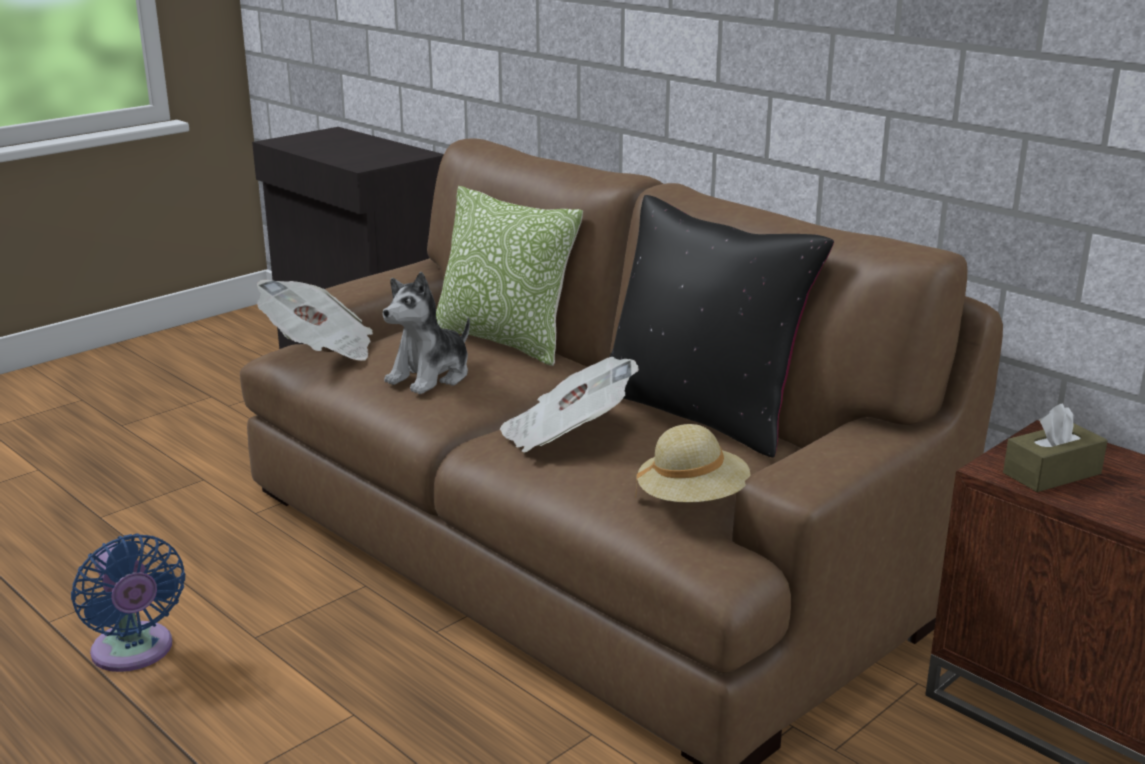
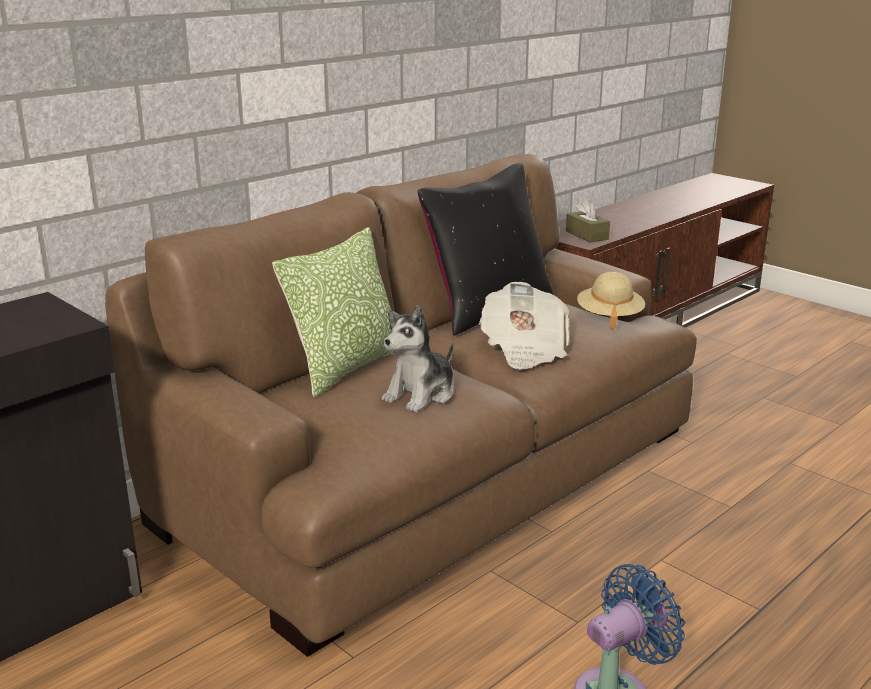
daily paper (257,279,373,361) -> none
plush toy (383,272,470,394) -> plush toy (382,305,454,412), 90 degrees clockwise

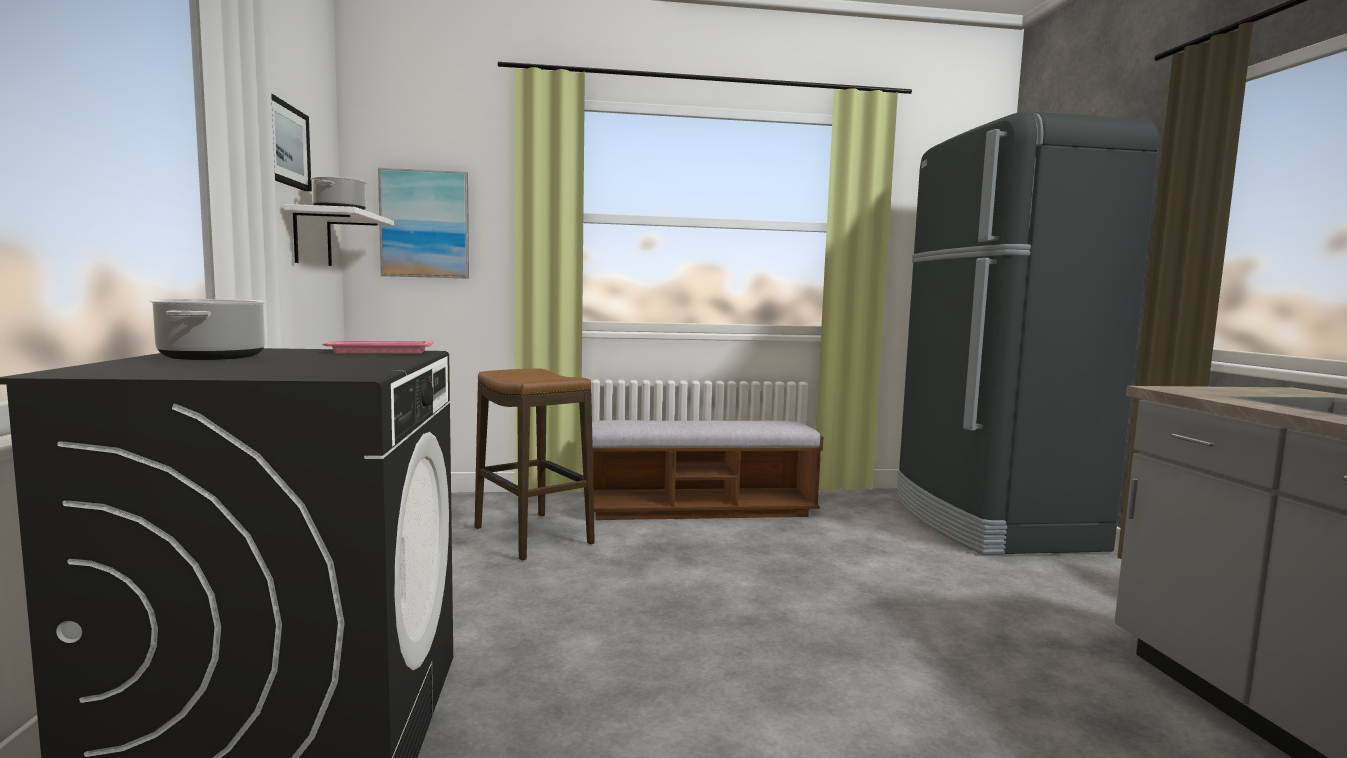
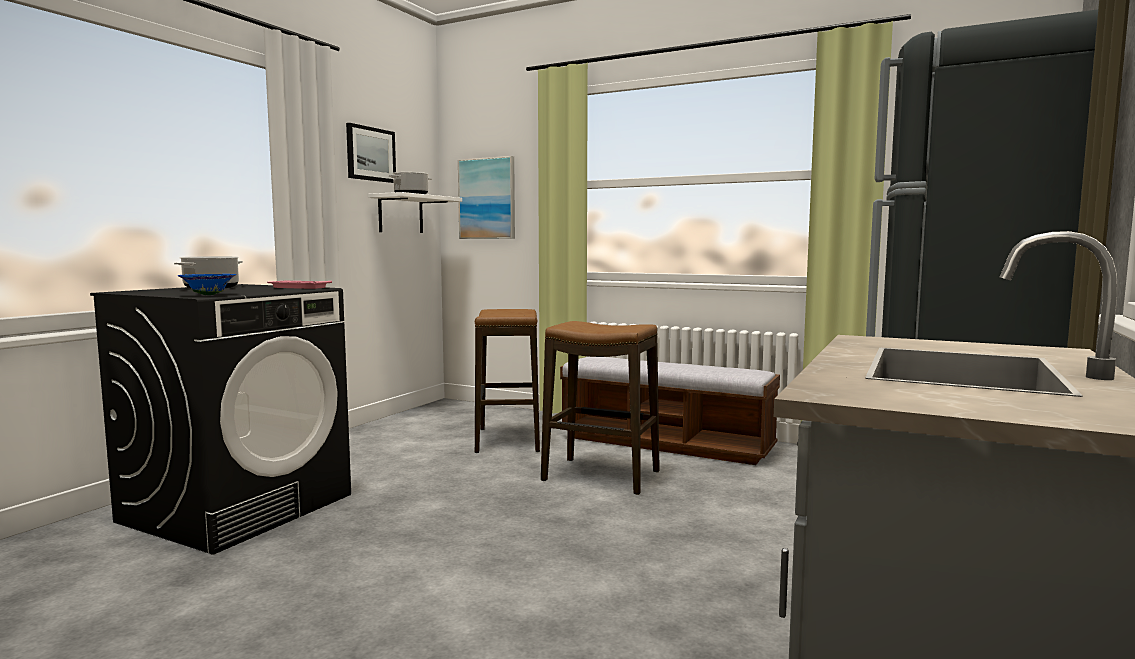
none -> blue deep dish (177,274,237,295)
none -> stool seat (541,321,660,495)

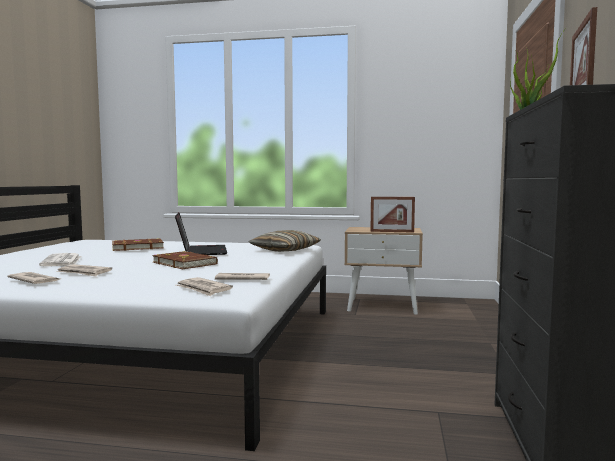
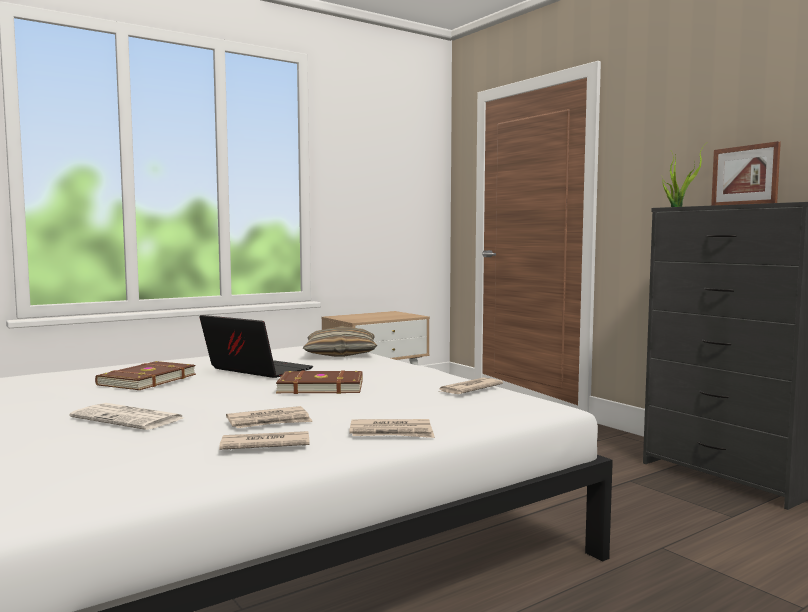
daily paper (176,277,233,296) -> daily paper (349,419,435,438), relocated
photo frame (370,197,415,233) -> none

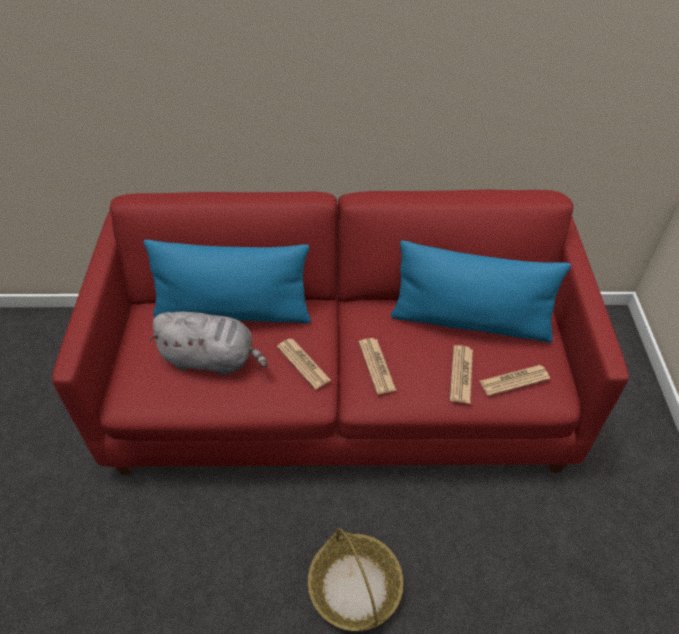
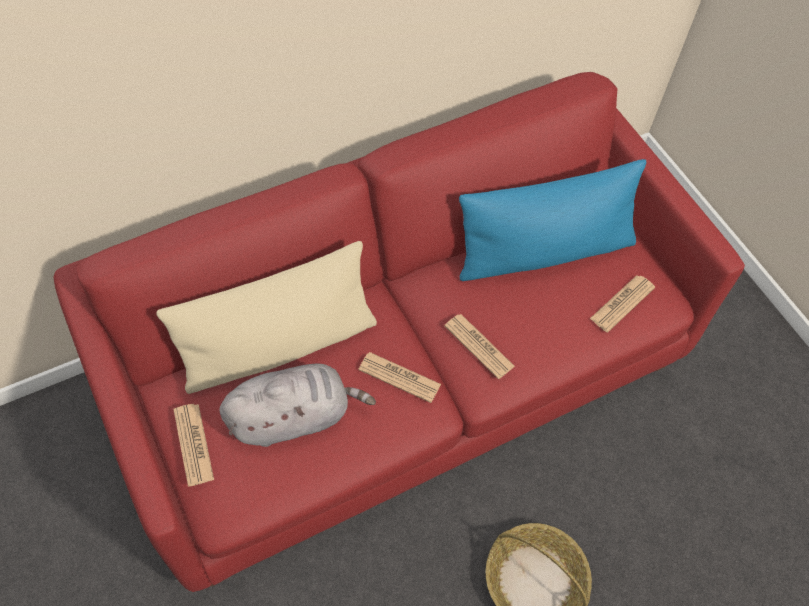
blue pillow (143,240,311,323) -> sand-coloured pillow (157,241,377,394)
daily paper (450,345,473,403) -> daily paper (173,404,214,486), relocated

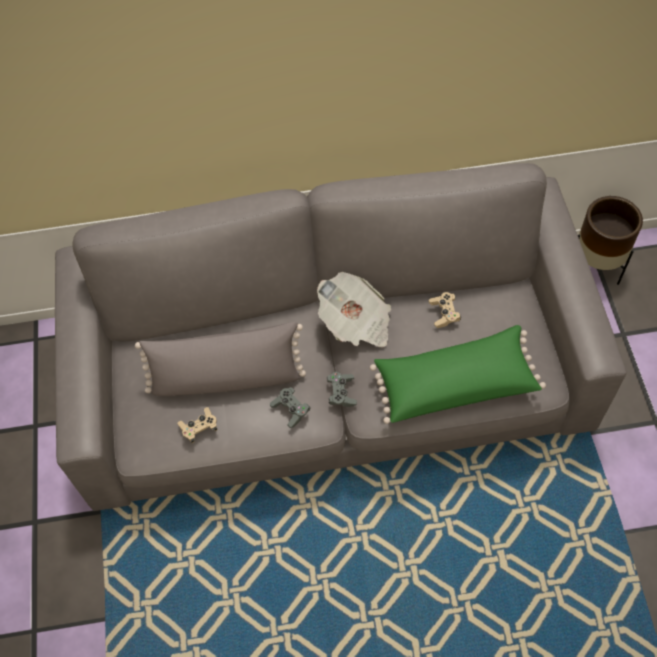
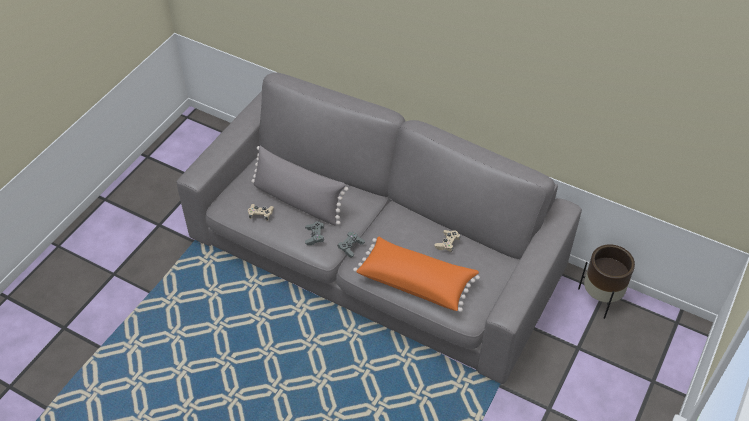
daily paper (317,272,391,347) -> none
green pillow (370,325,546,424) -> orange-coloured pillow (353,236,480,312)

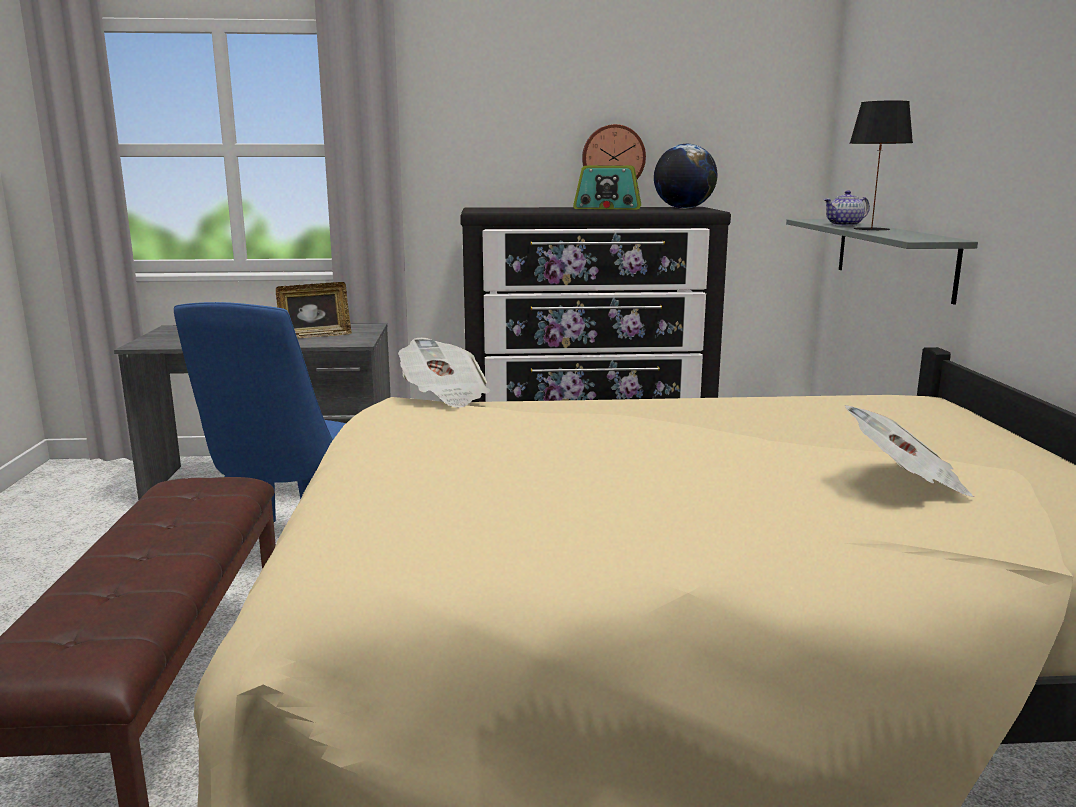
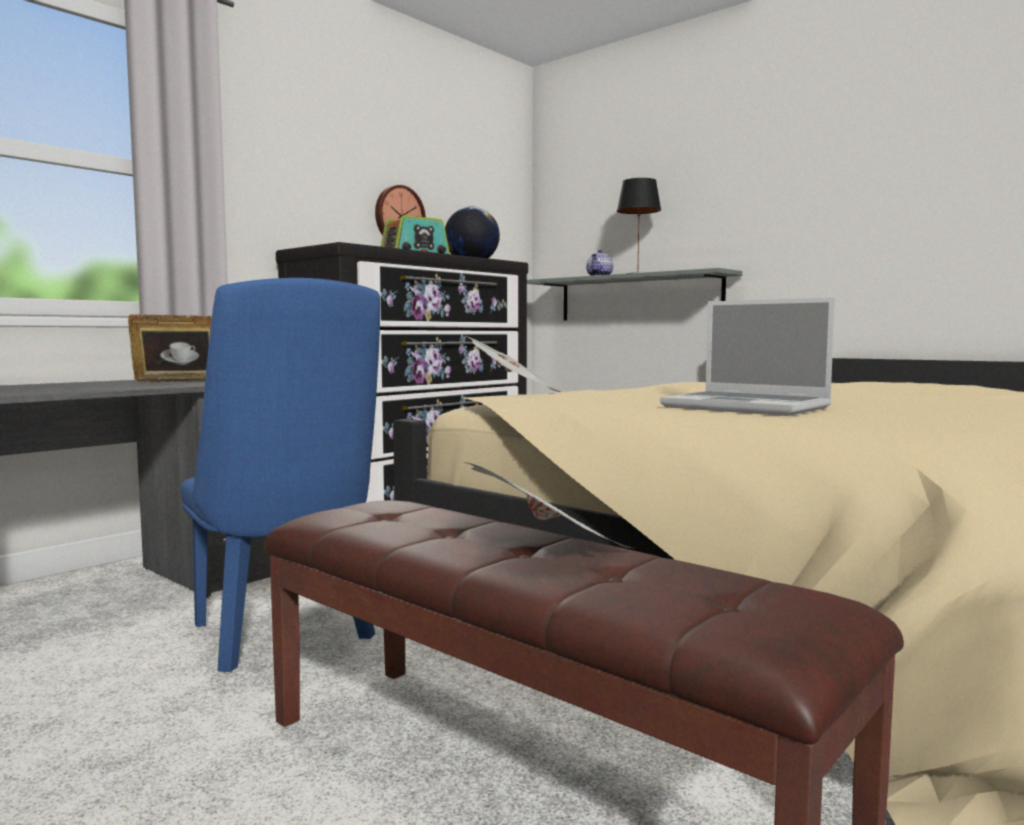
photo frame (276,282,352,338) -> photo frame (128,314,212,382), 120 degrees counterclockwise
daily paper (845,405,974,497) -> daily paper (465,462,633,548), relocated
none -> notebook computer (660,297,835,416)

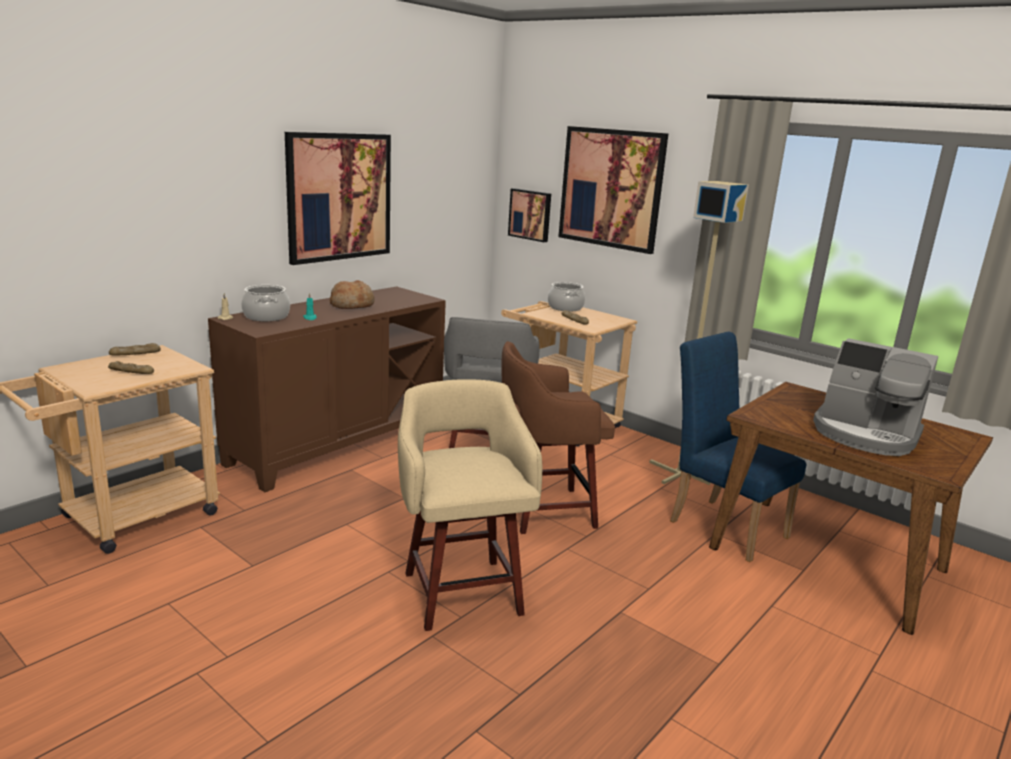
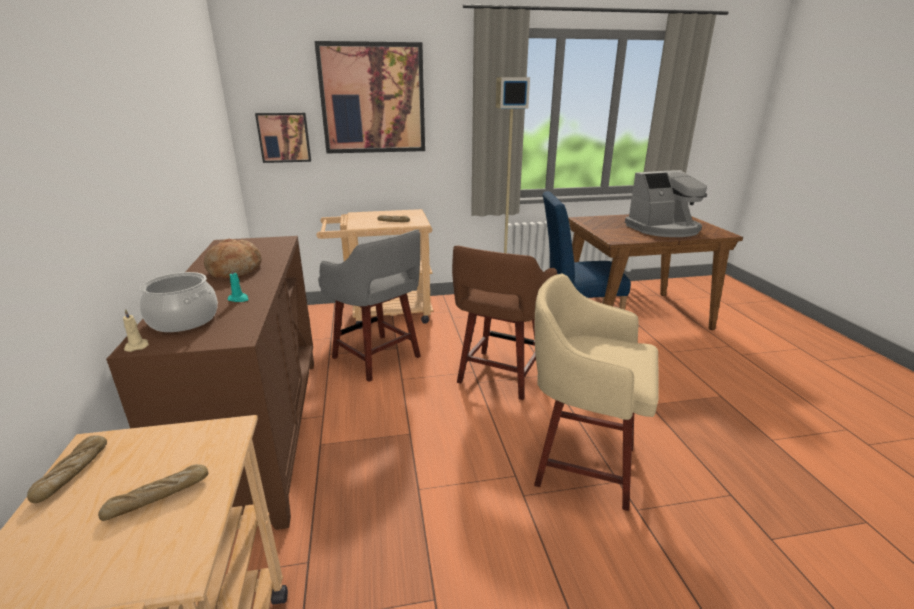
wall art (285,132,391,265) -> none
cooking pot (548,282,585,312) -> none

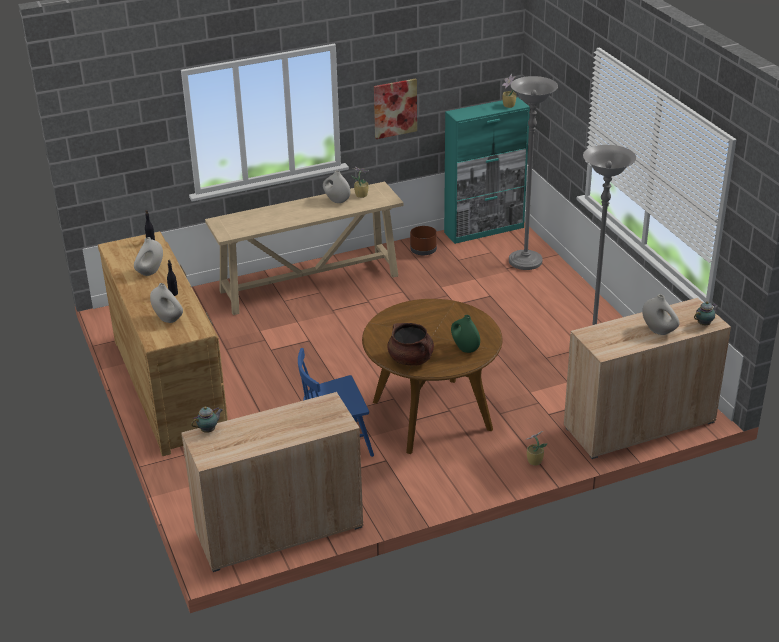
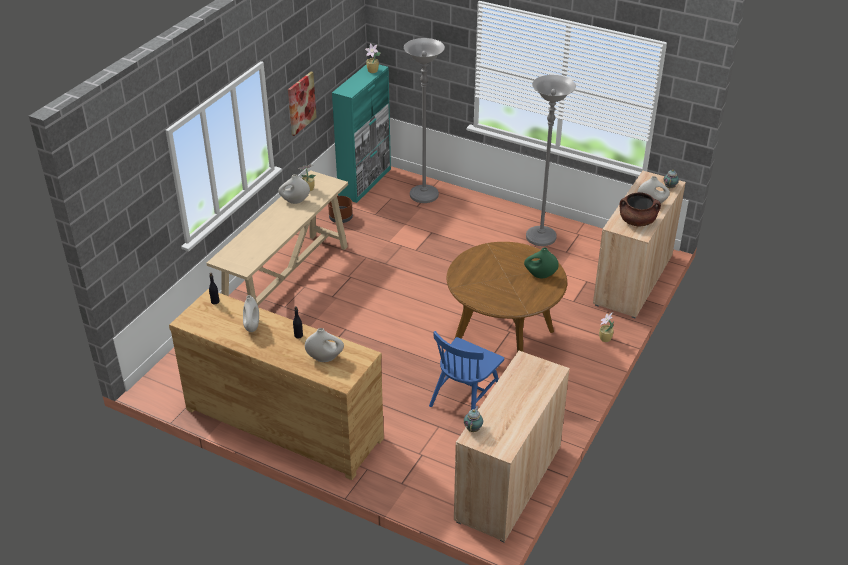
brown-coloured cooking pot (387,323,434,366) -> brown-coloured cooking pot (619,192,661,227), relocated

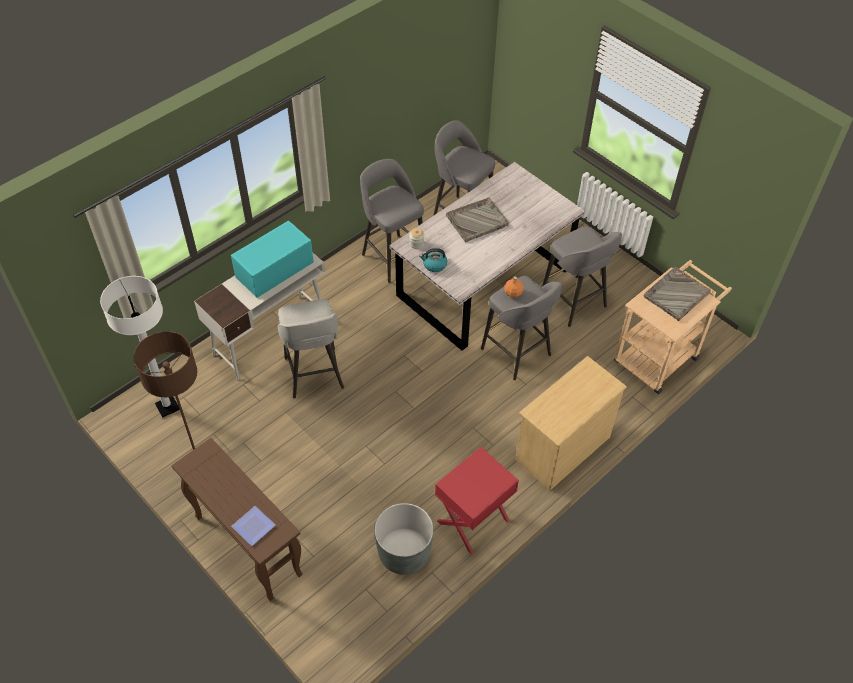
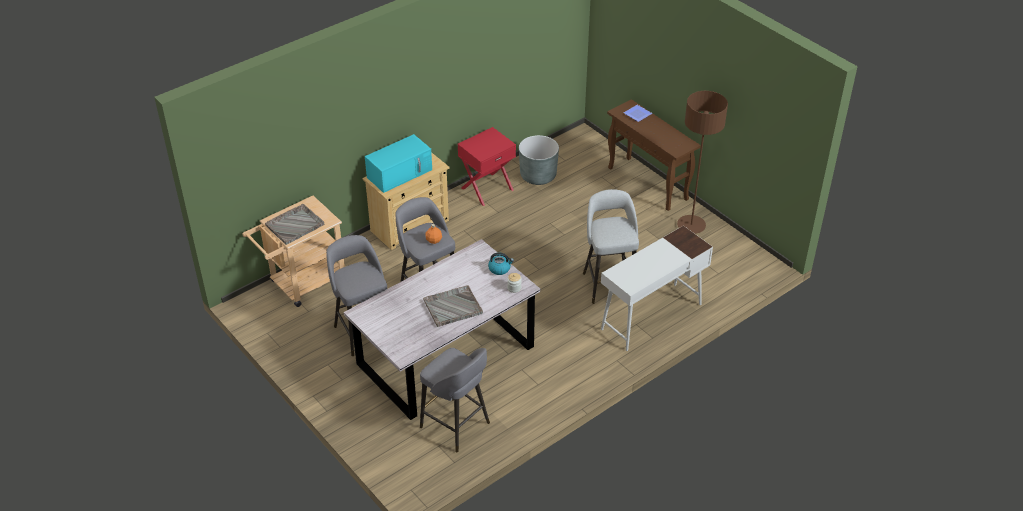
whitish standing lamp (100,276,180,418) -> none
turquoise-coloured kitchen microwave (231,220,314,298) -> turquoise-coloured kitchen microwave (365,134,432,193), relocated
grey stool seat (360,159,424,283) -> none

